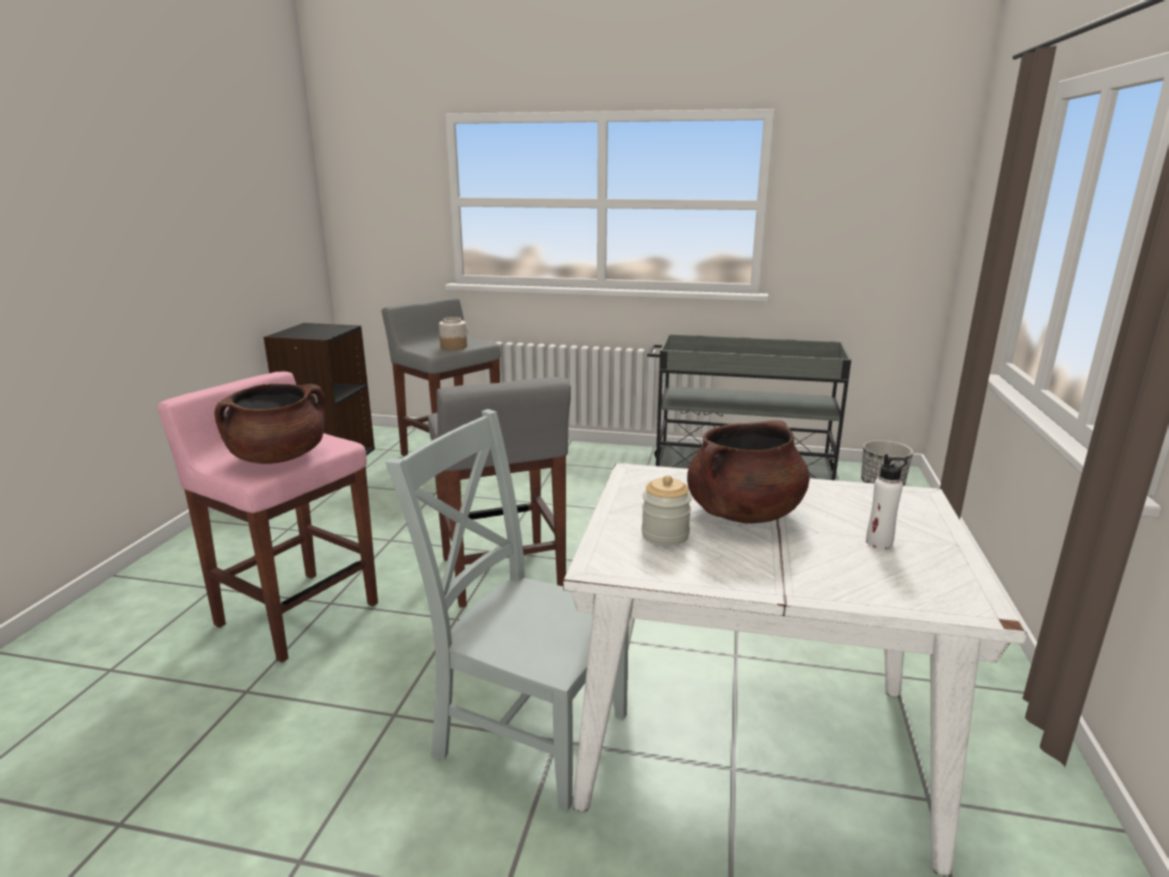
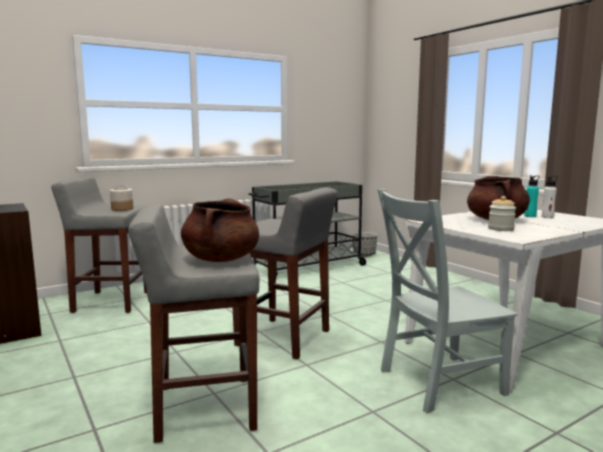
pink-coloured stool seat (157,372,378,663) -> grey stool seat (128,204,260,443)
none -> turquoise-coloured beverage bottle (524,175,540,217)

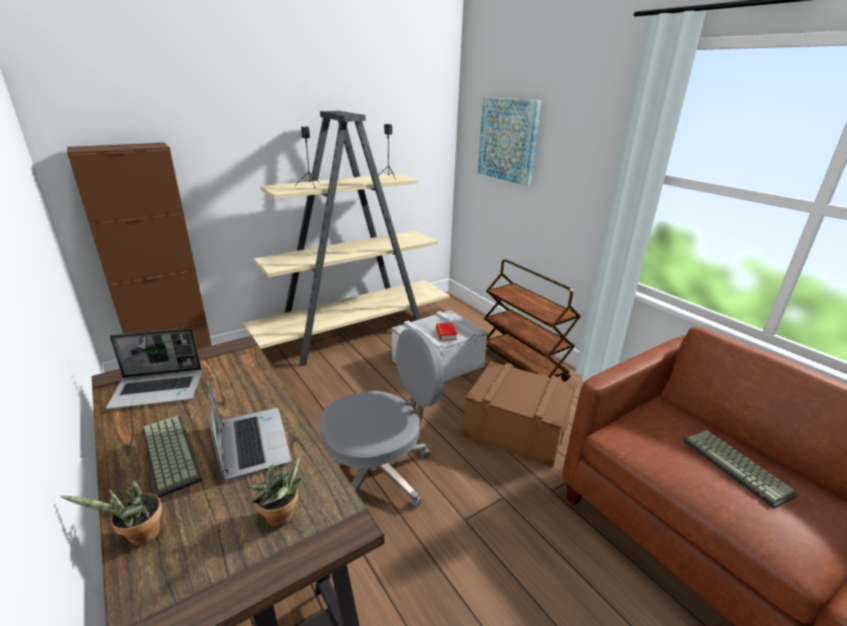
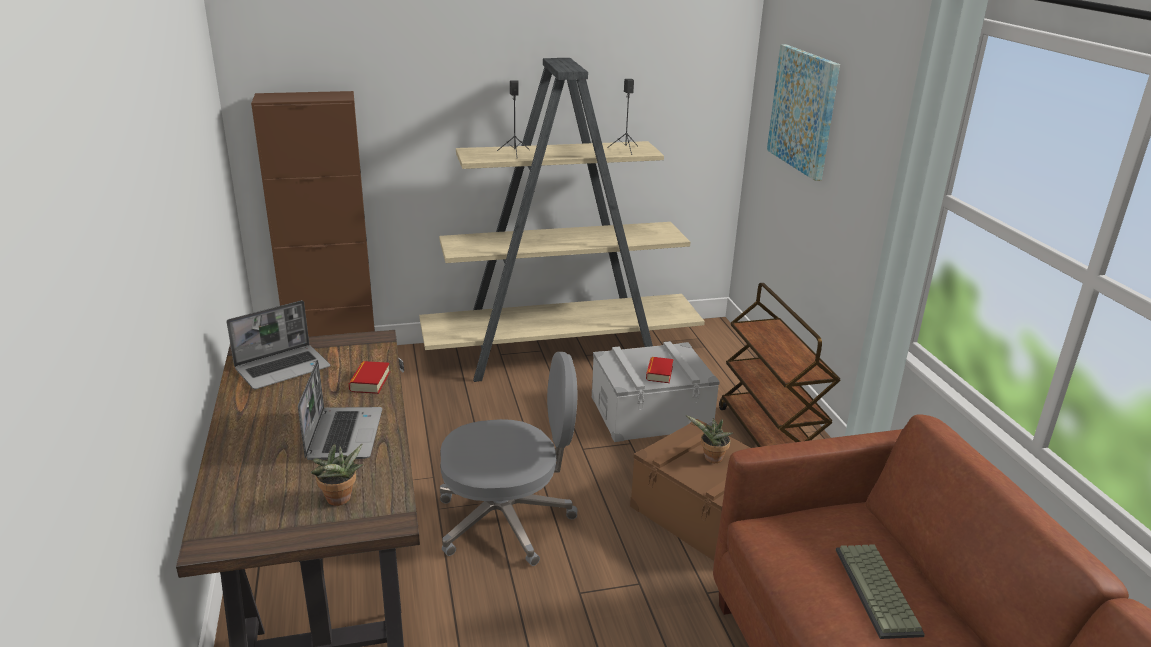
potted plant (61,480,162,546) -> potted plant (686,415,733,463), relocated
notebook computer (106,328,202,409) -> notebook computer (227,300,331,389), 45 degrees counterclockwise
keyboard (142,416,203,498) -> none
none -> volume (349,361,390,394)

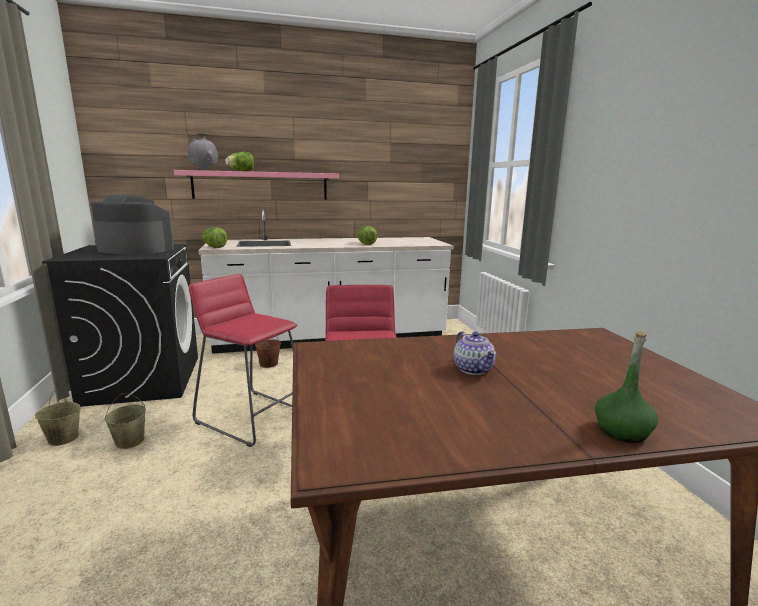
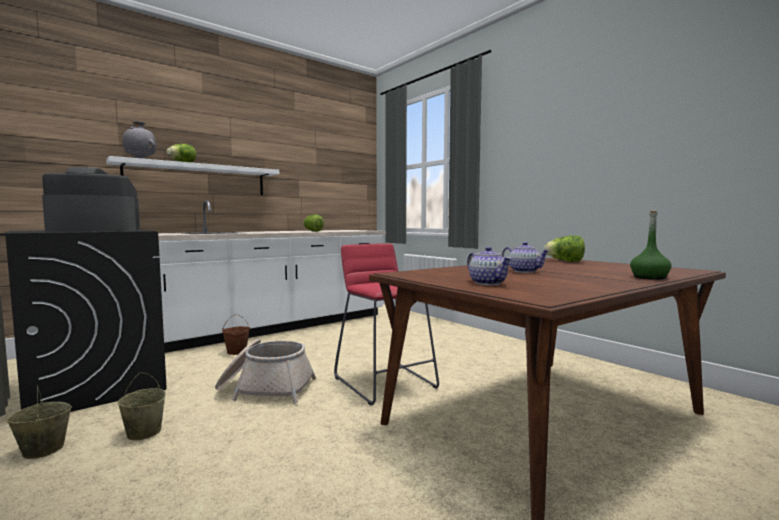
pink-coloured bracket shelf (174,170,339,200) -> whitish bracket shelf (106,156,279,195)
reddish stool seat (189,274,298,447) -> storage basket (215,339,316,404)
lettuce (202,227,227,248) -> lettuce (544,236,585,262), relocated
none -> pot for tea (467,247,512,285)

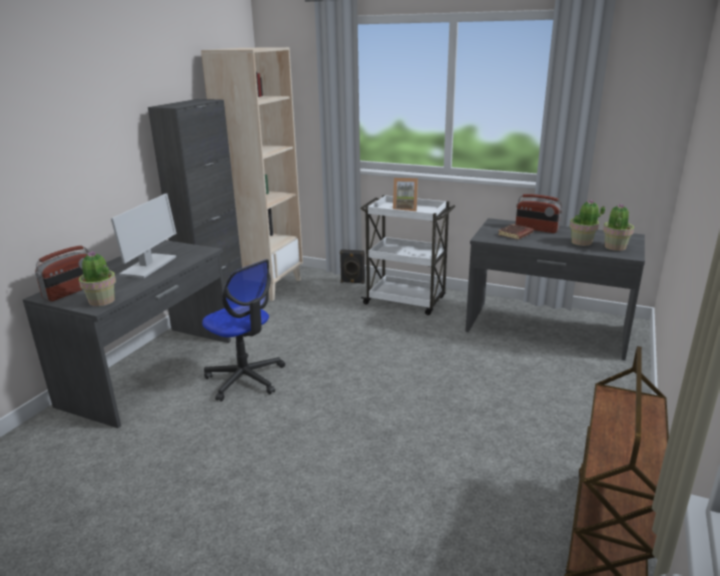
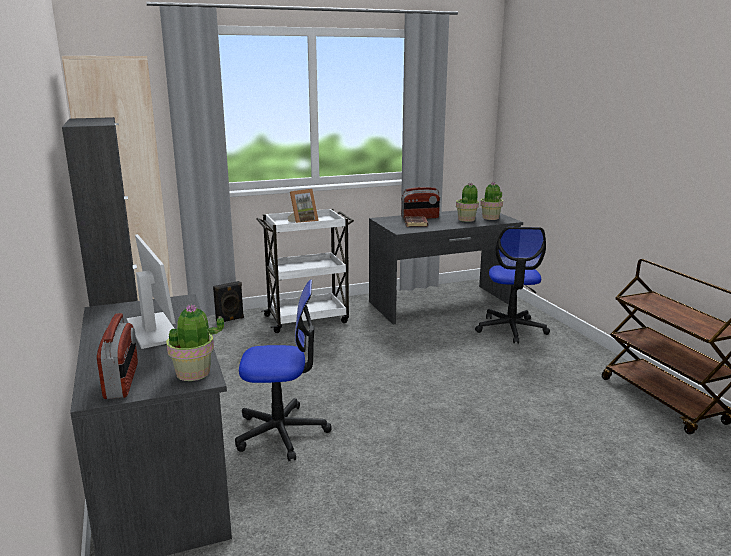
none -> computer chair (475,227,550,344)

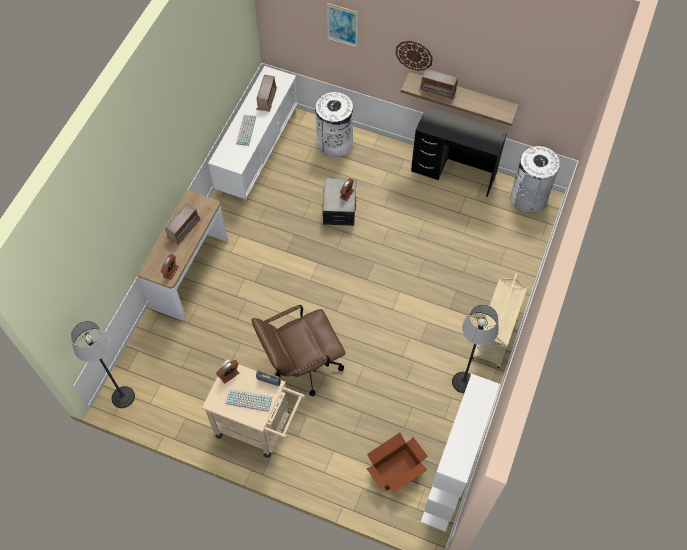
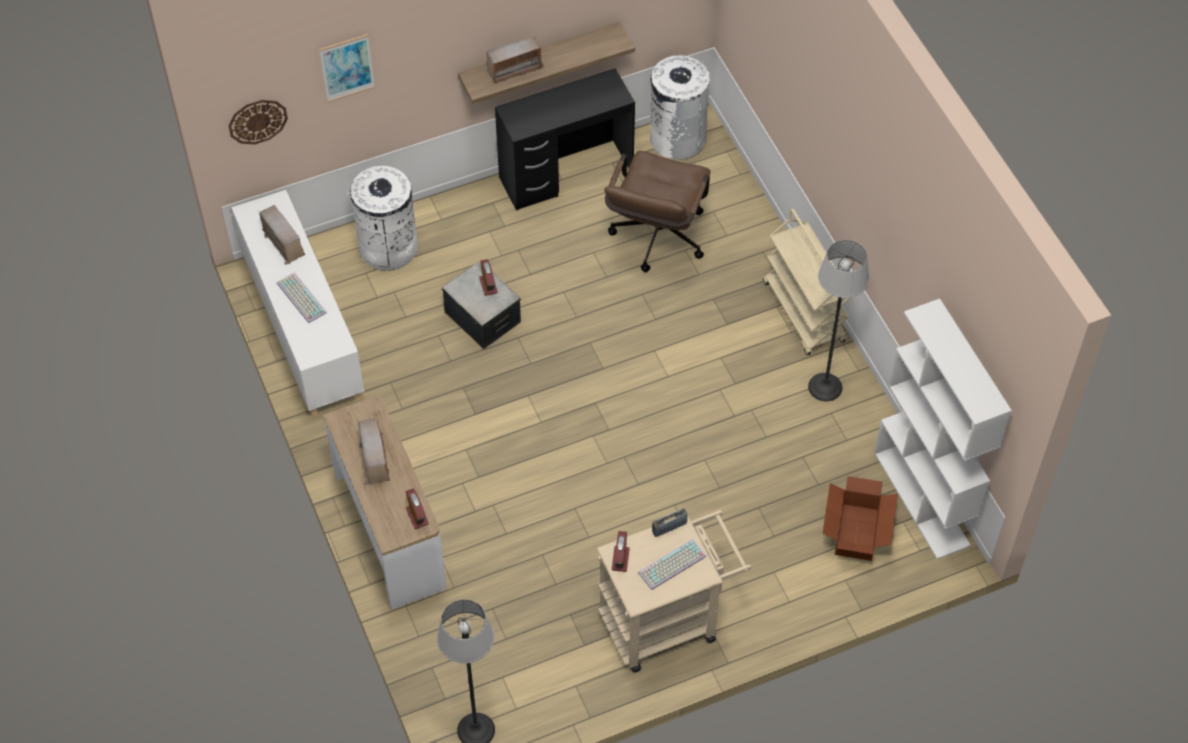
brown-coloured computer chair (252,305,345,396) -> brown-coloured computer chair (604,151,711,272), relocated
clock on the wall (396,41,433,71) -> clock on the wall (229,100,288,144), relocated

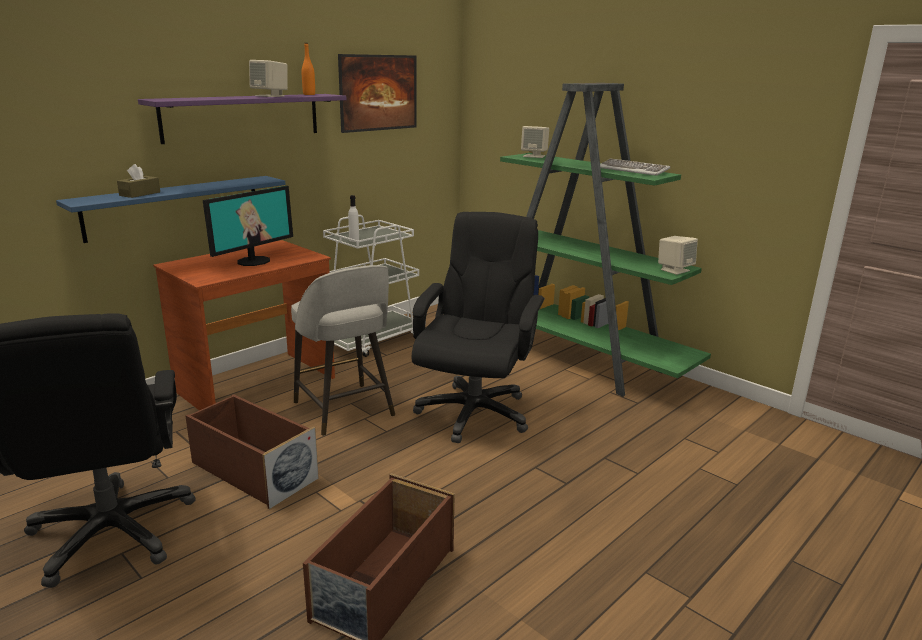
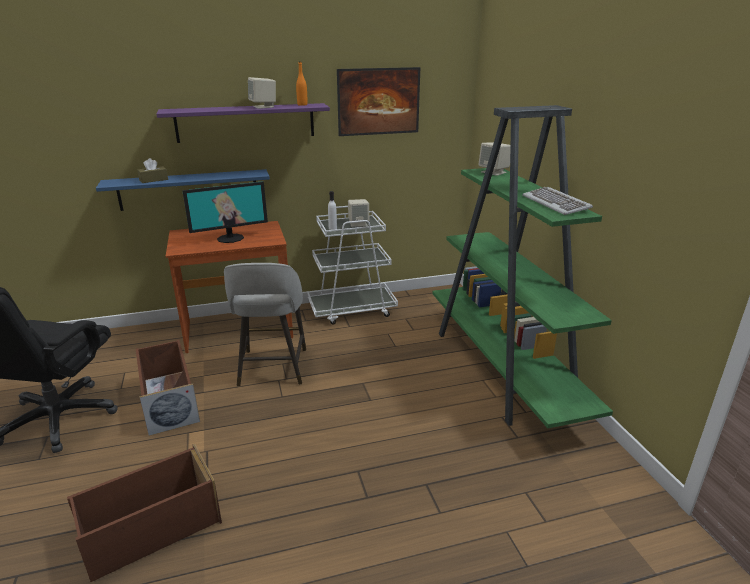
black-coloured computer chair (412,212,545,443) -> none
sand-coloured speaker (658,236,698,275) -> sand-coloured speaker (348,199,369,227), relocated

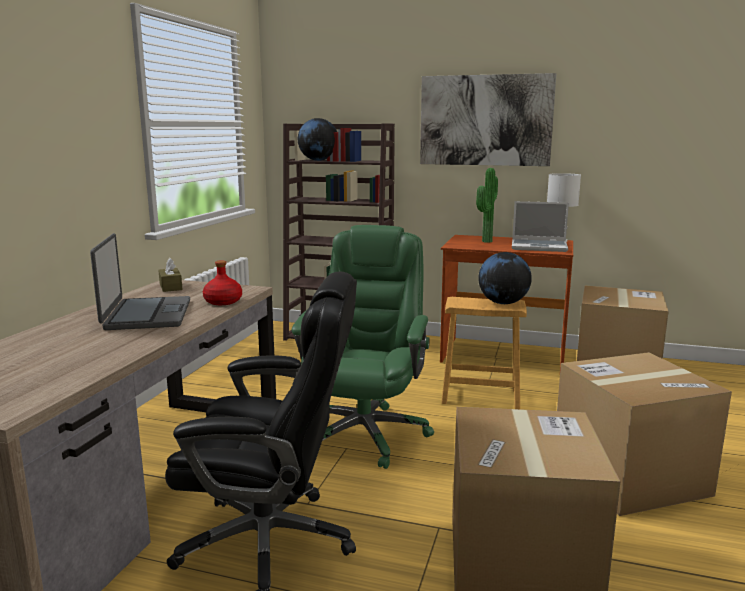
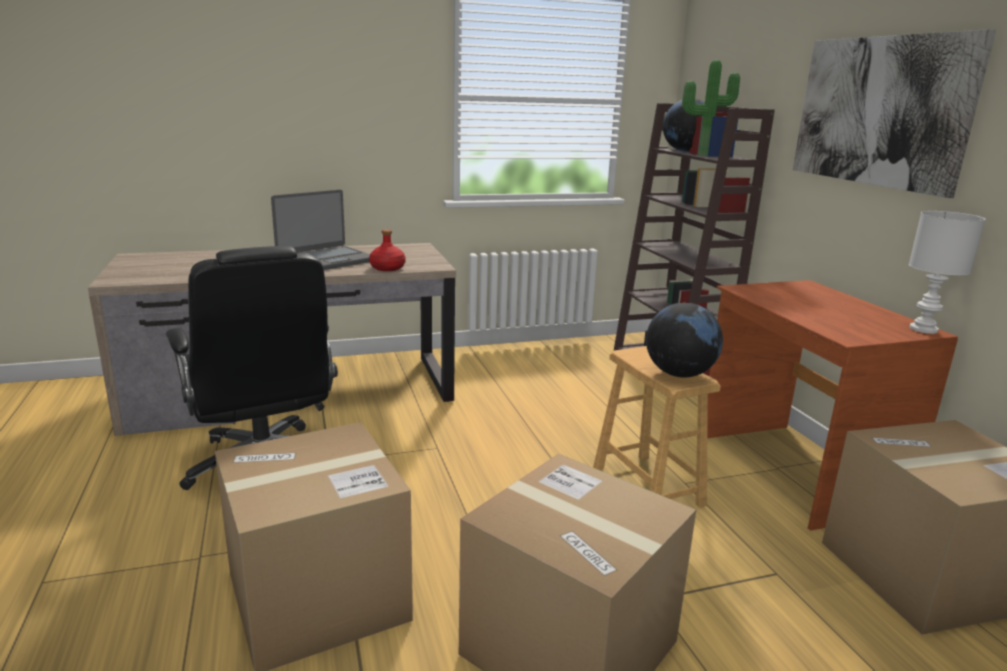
brown-coloured box of tissues (158,258,183,292) -> none
green computer chair (292,225,434,469) -> none
potted plant (476,168,498,243) -> potted plant (682,60,740,156), relocated
notebook computer (512,201,569,252) -> none

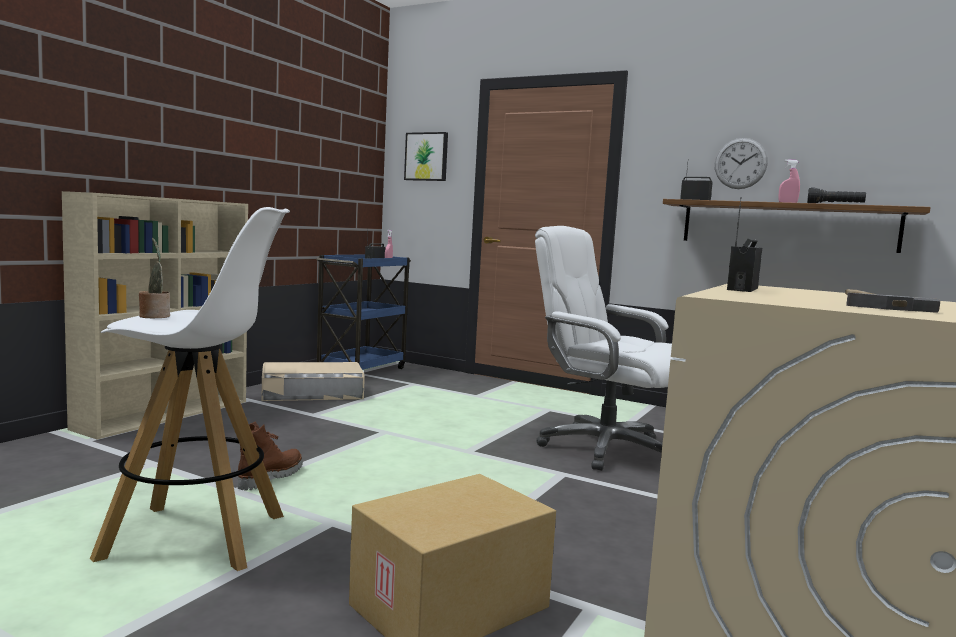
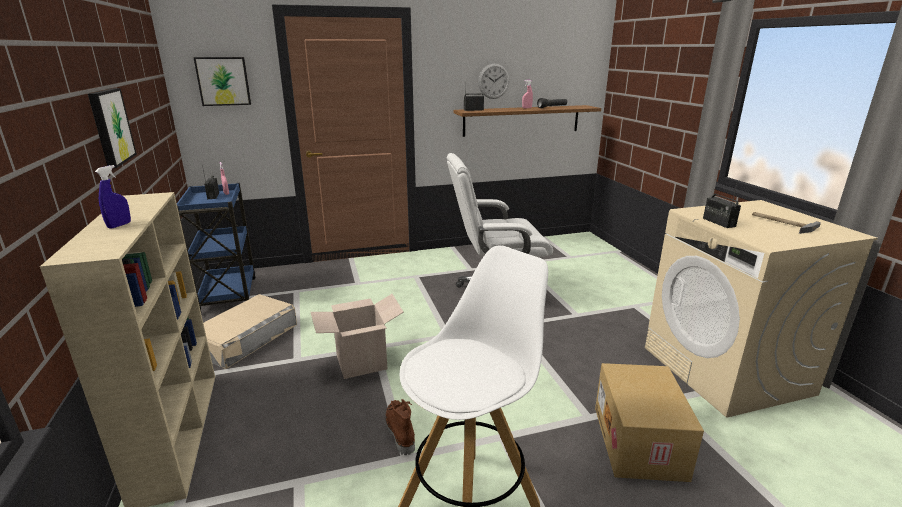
potted plant (139,238,170,318) -> none
none -> wall art (88,88,137,168)
none -> blue sprayer (95,165,131,229)
none -> carton (311,294,403,379)

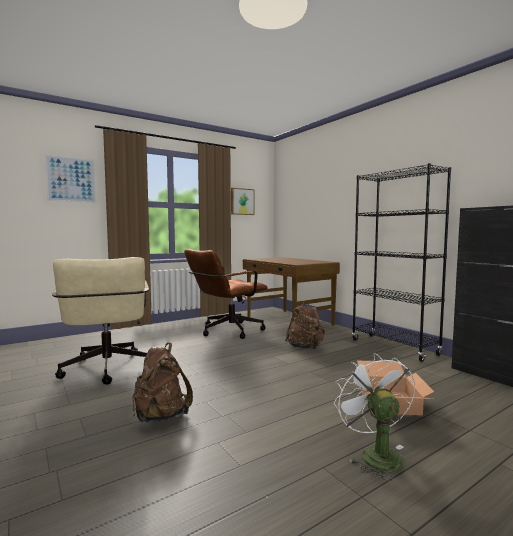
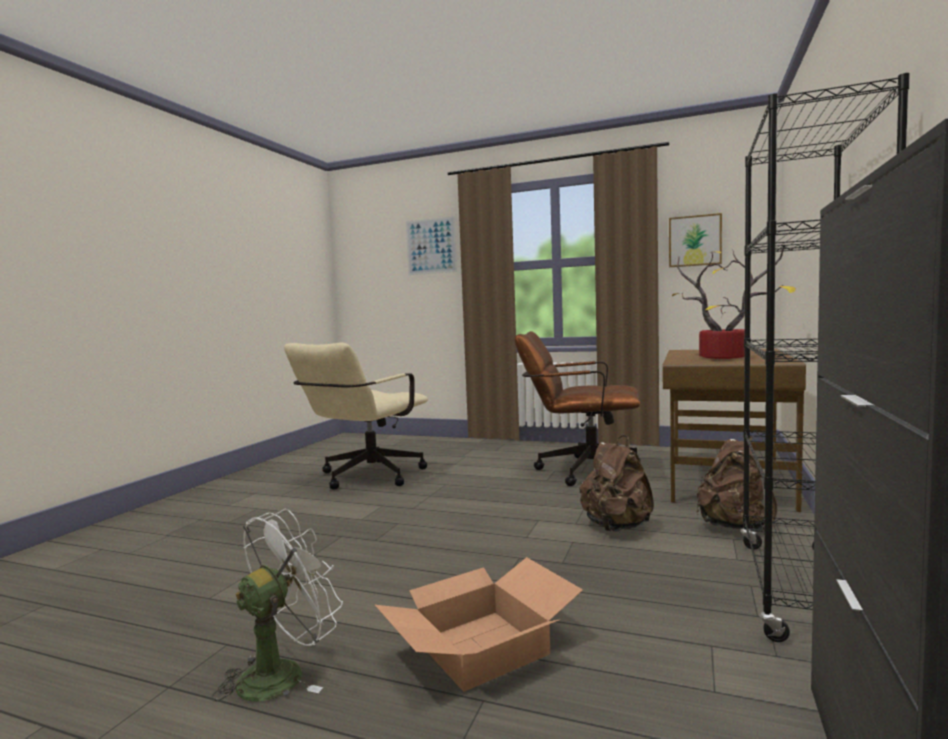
brown-coloured rucksack (133,343,193,423) -> brown-coloured rucksack (697,436,777,532), relocated
none -> potted plant (672,244,796,359)

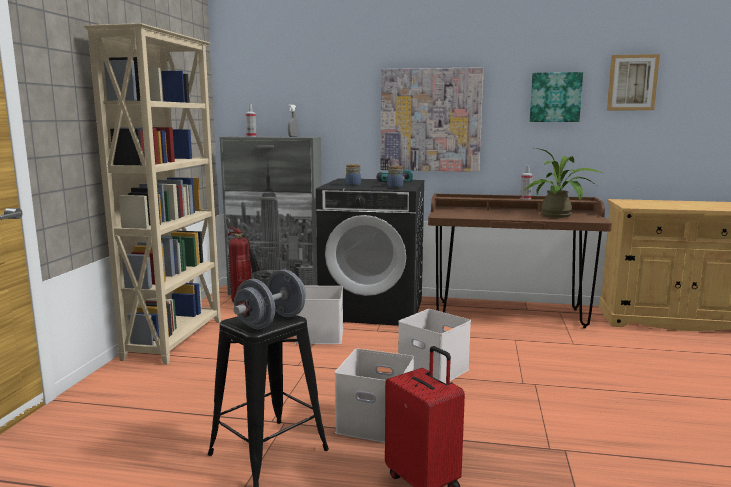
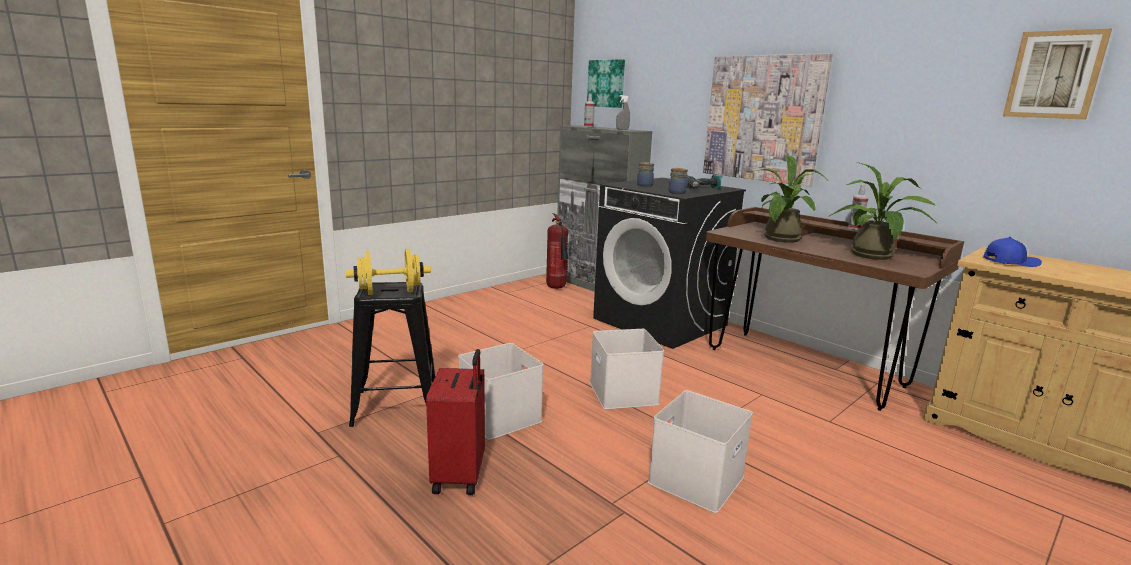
sand-coloured shelving unit (84,23,221,365) -> none
grey hand weight (234,270,306,329) -> yellow-coloured hand weight (346,249,431,295)
whitish storage bin (295,286,343,344) -> whitish storage bin (648,390,753,513), relocated
wall art (529,72,583,122) -> wall art (587,59,625,108), relocated
none -> potted plant (752,155,828,243)
none -> blue baseball cap (983,237,1042,267)

